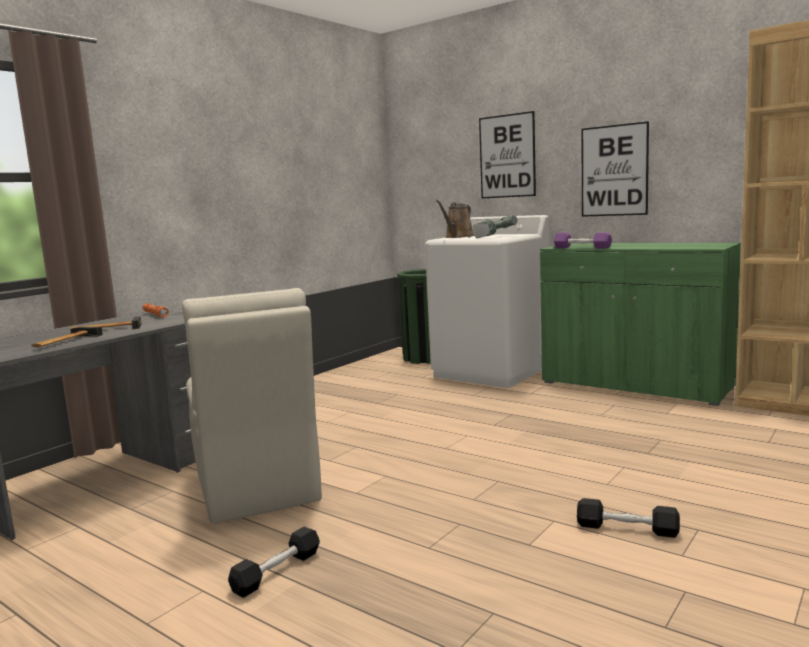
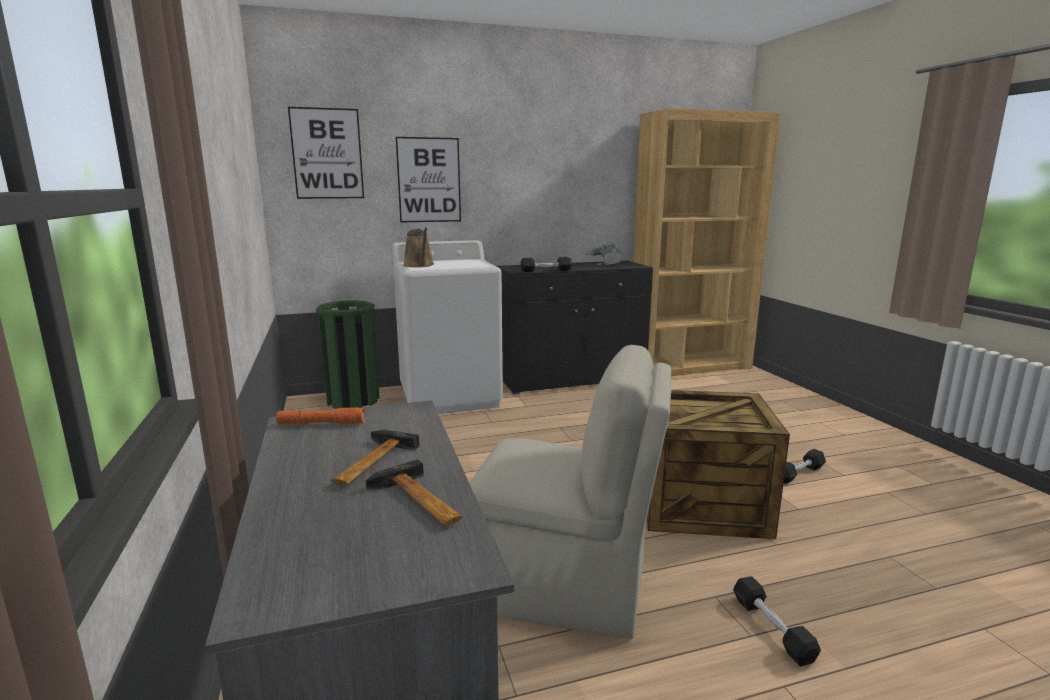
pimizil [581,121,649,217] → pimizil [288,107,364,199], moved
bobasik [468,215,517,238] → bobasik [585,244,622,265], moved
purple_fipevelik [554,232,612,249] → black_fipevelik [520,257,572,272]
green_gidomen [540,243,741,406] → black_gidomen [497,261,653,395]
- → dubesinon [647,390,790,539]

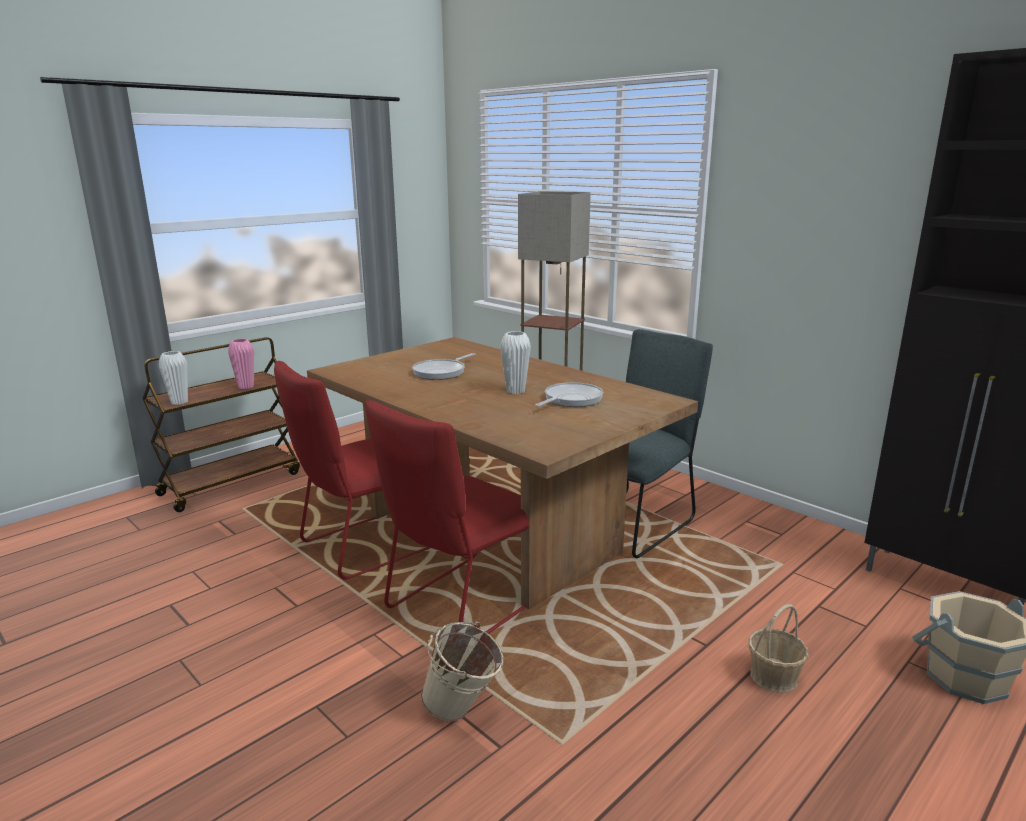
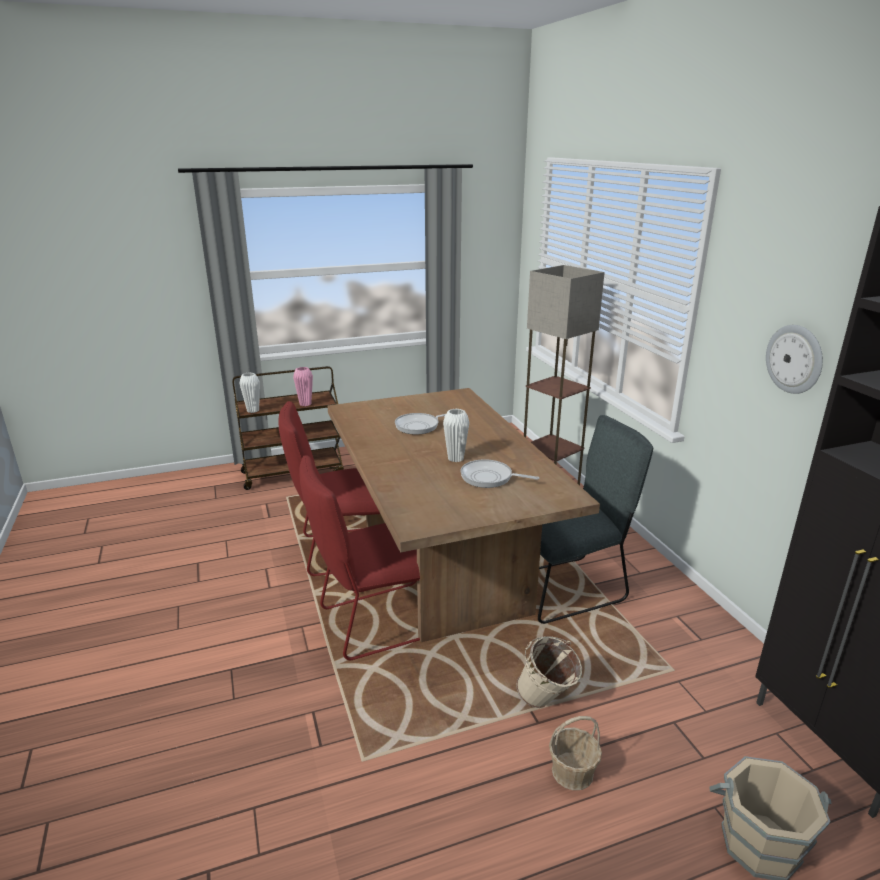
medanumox [535,382,603,407] → medanumox [460,459,539,488], 135 degrees counterclockwise
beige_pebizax [421,621,504,722] → beige_pebizax [516,636,582,708], moved
- → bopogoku [766,325,823,394]

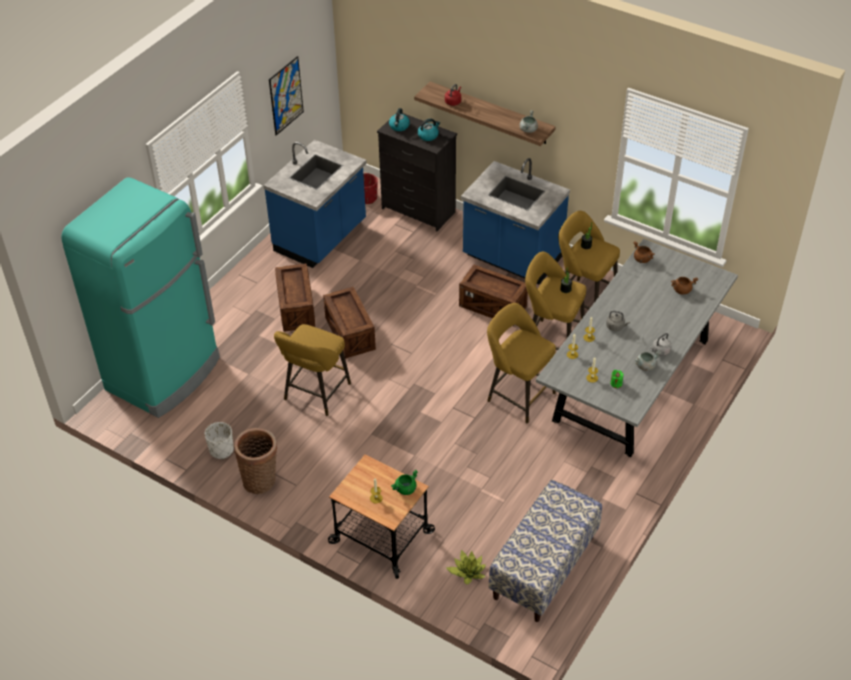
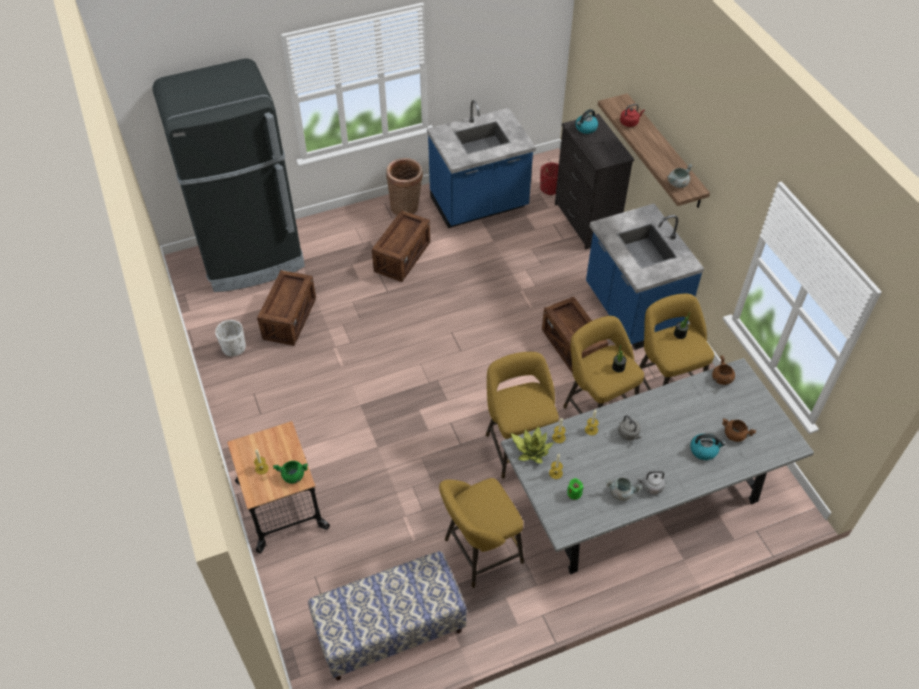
pimizil [269,56,304,136] → -
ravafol [418,119,440,141] → ravafol [690,434,726,460], moved
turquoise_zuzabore [61,178,220,418] → black_zuzabore [152,59,305,292]
dubesinon [323,287,376,359] → dubesinon [257,270,316,346], moved
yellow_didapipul [274,324,351,416] → yellow_didapipul [439,478,524,588], moved
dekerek [234,428,277,494] → dekerek [386,158,423,215], moved
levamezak [446,550,486,584] → levamezak [511,426,554,464], moved

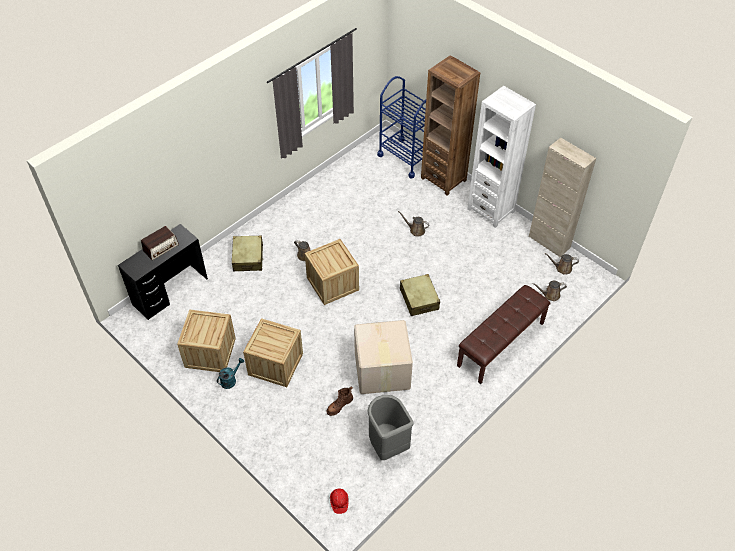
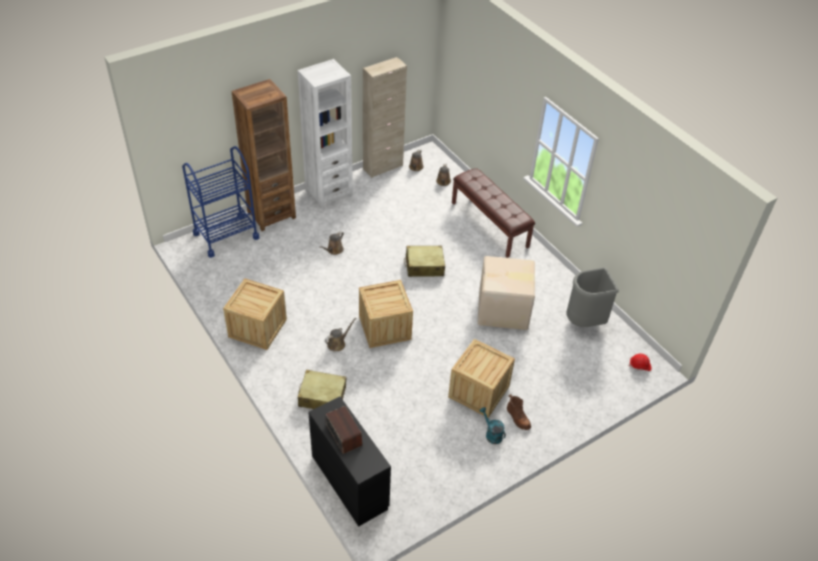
dubesinon [177,309,236,372] → dubesinon [223,278,287,350], moved
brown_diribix [326,387,353,416] → brown_diribix [507,394,531,430], moved

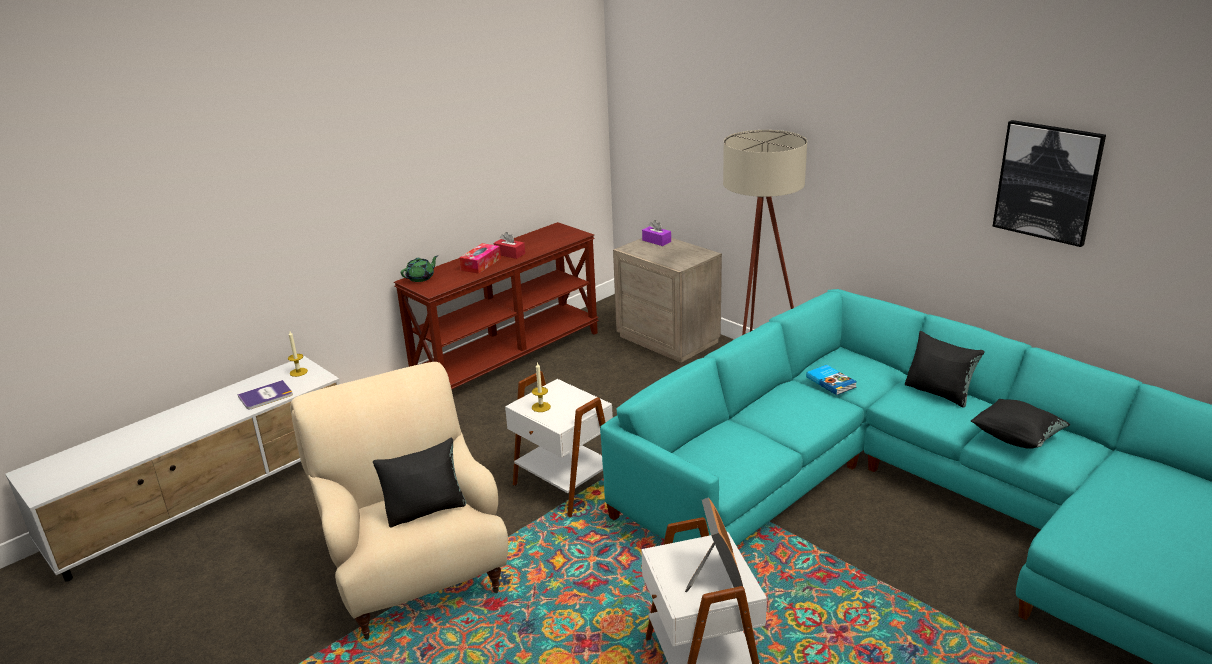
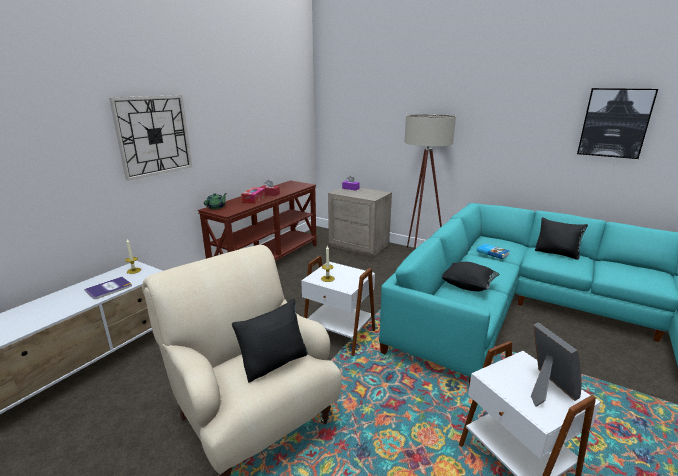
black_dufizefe [971,399,1070,449] → black_dufizefe [442,262,500,291], moved
- → bopogoku [109,95,192,181]

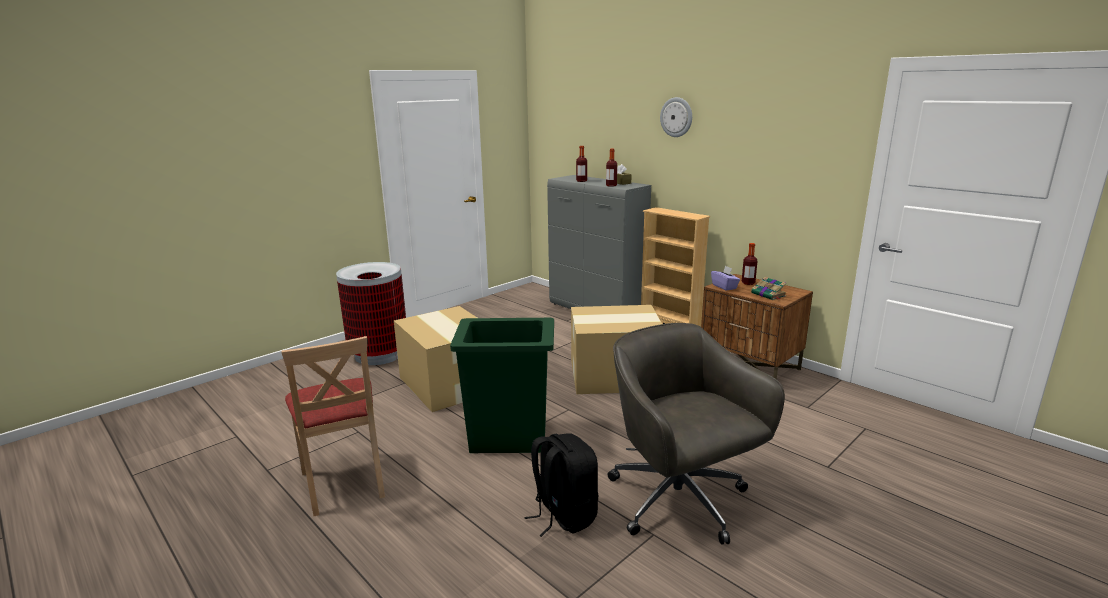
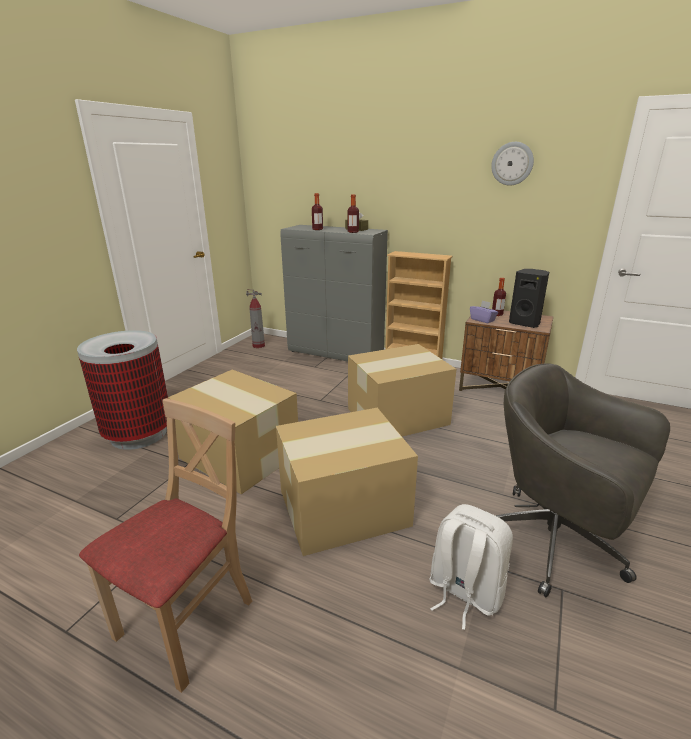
bopogoku [660,97,692,137] → bopogoku [491,142,534,186], moved
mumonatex [751,277,786,300] → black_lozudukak [509,269,549,328]
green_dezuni [450,318,554,453] → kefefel [276,408,418,556]
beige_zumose [281,336,385,517] → beige_zumose [79,398,252,693], 105 degrees counterclockwise
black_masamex [524,433,598,537] → white_masamex [429,504,513,630]
- → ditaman [246,289,265,348]

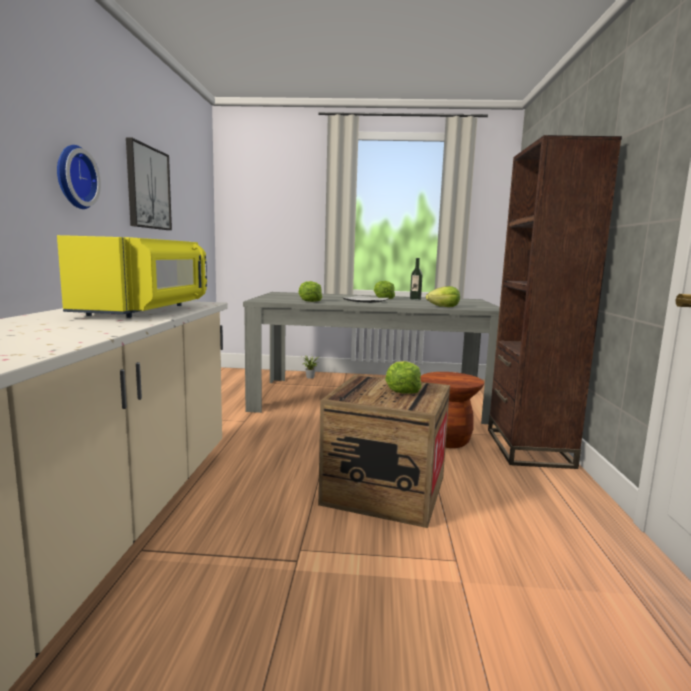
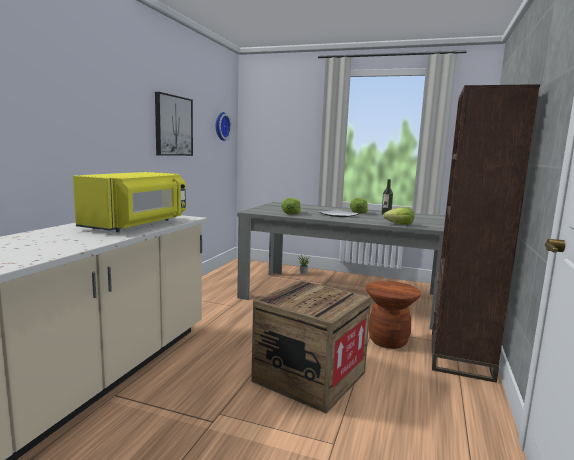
bopogoku [57,145,101,209] → bopogoku [216,112,232,141], moved
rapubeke [385,361,422,394] → -

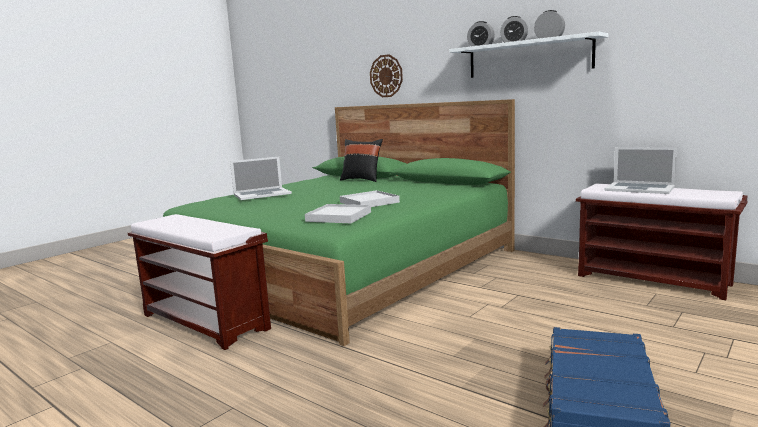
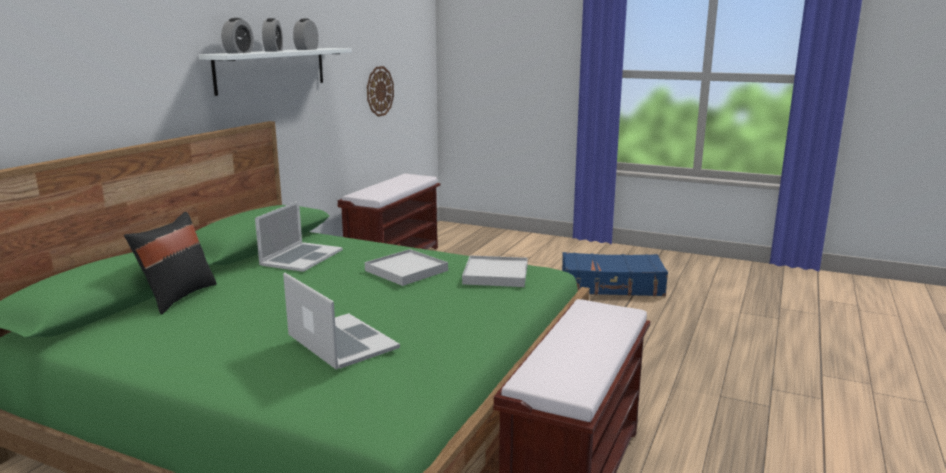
bopogoku [370,54,403,97] → bopogoku [367,66,394,117], moved
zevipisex [604,147,677,194] → zevipisex [255,201,343,272], moved

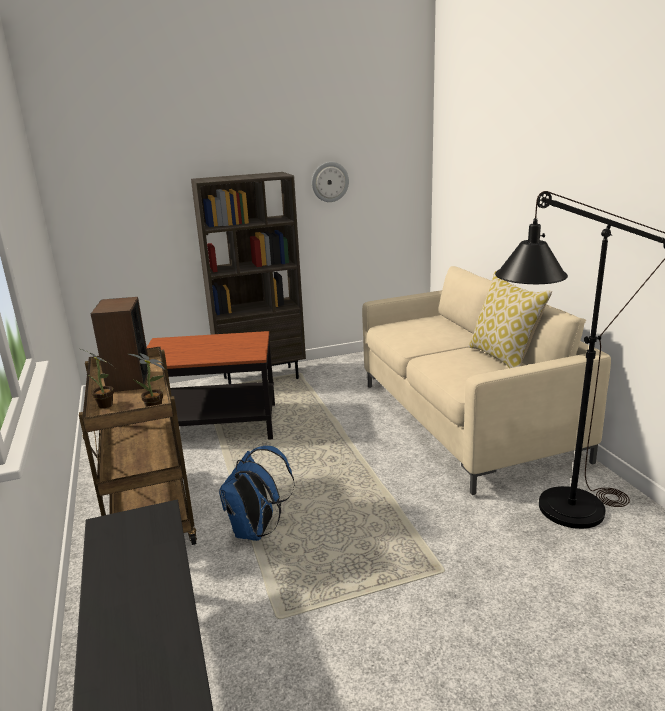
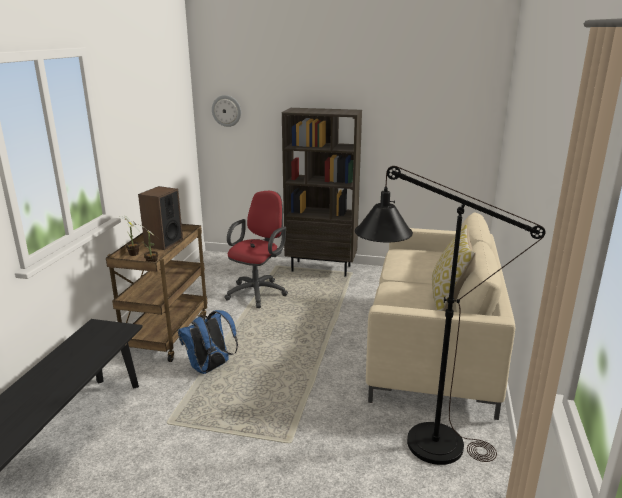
bopogoku [312,162,349,202] → bopogoku [212,95,241,127], moved
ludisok [147,331,275,440] → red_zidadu [224,191,288,308]

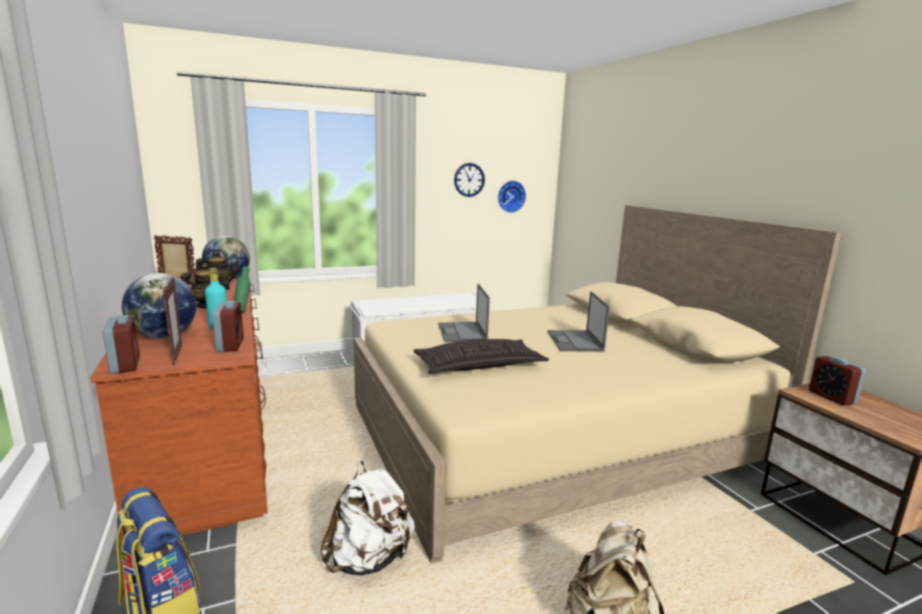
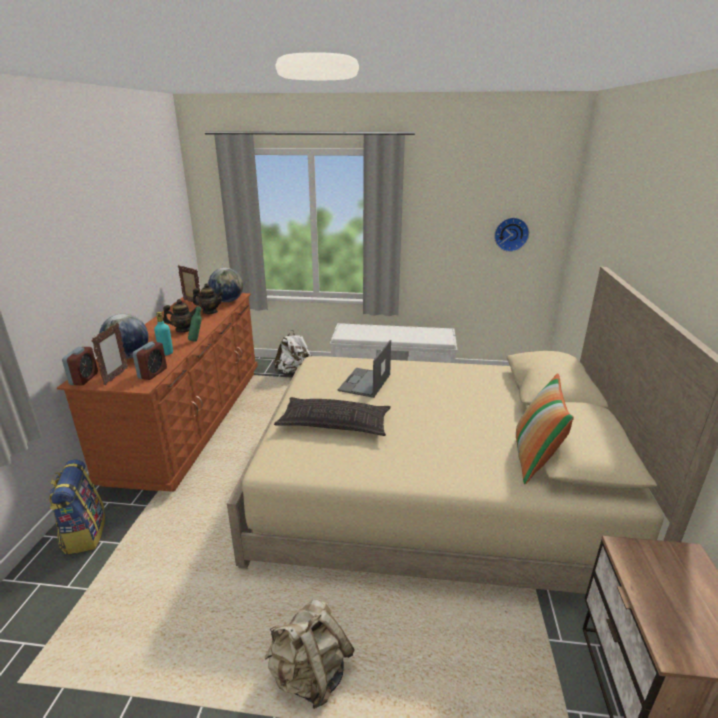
bopogoku [454,163,485,197] → -
zevipisex [547,291,610,352] → -
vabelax [809,356,866,406] → -
white_masamex [320,461,415,575] → white_masamex [274,330,312,376], moved
- → dufizefe [516,373,574,484]

